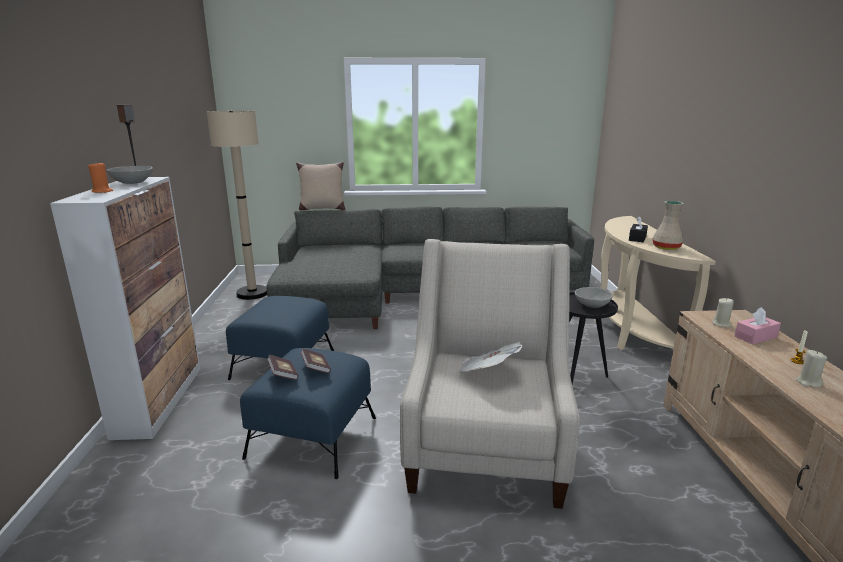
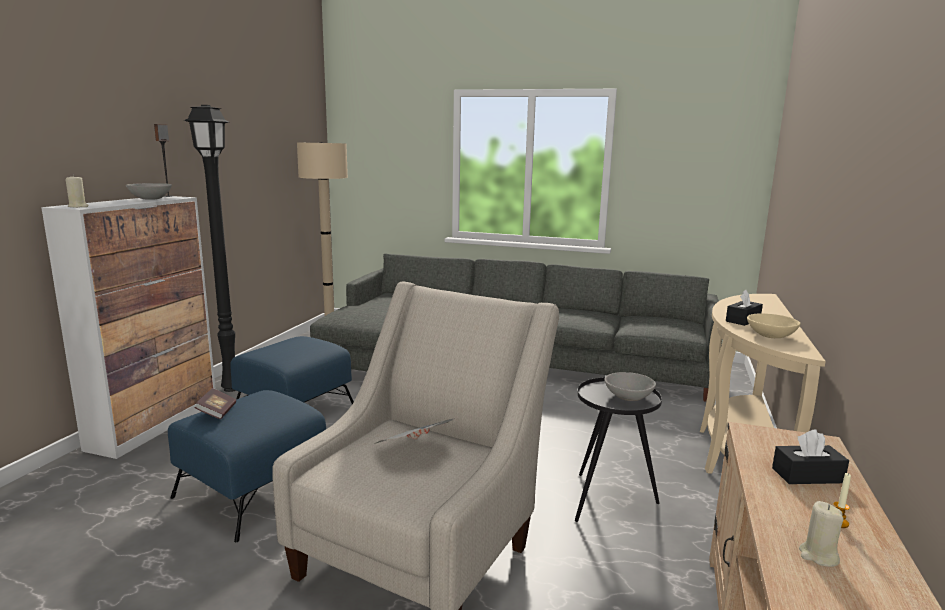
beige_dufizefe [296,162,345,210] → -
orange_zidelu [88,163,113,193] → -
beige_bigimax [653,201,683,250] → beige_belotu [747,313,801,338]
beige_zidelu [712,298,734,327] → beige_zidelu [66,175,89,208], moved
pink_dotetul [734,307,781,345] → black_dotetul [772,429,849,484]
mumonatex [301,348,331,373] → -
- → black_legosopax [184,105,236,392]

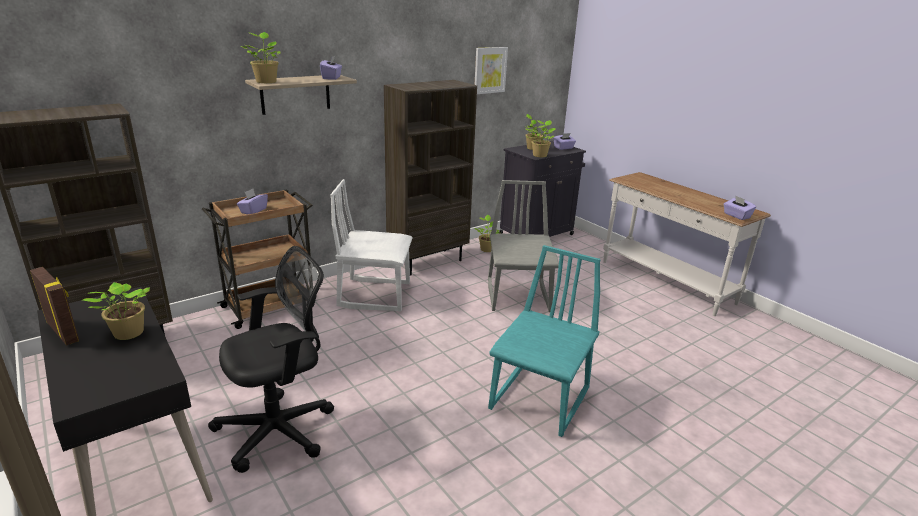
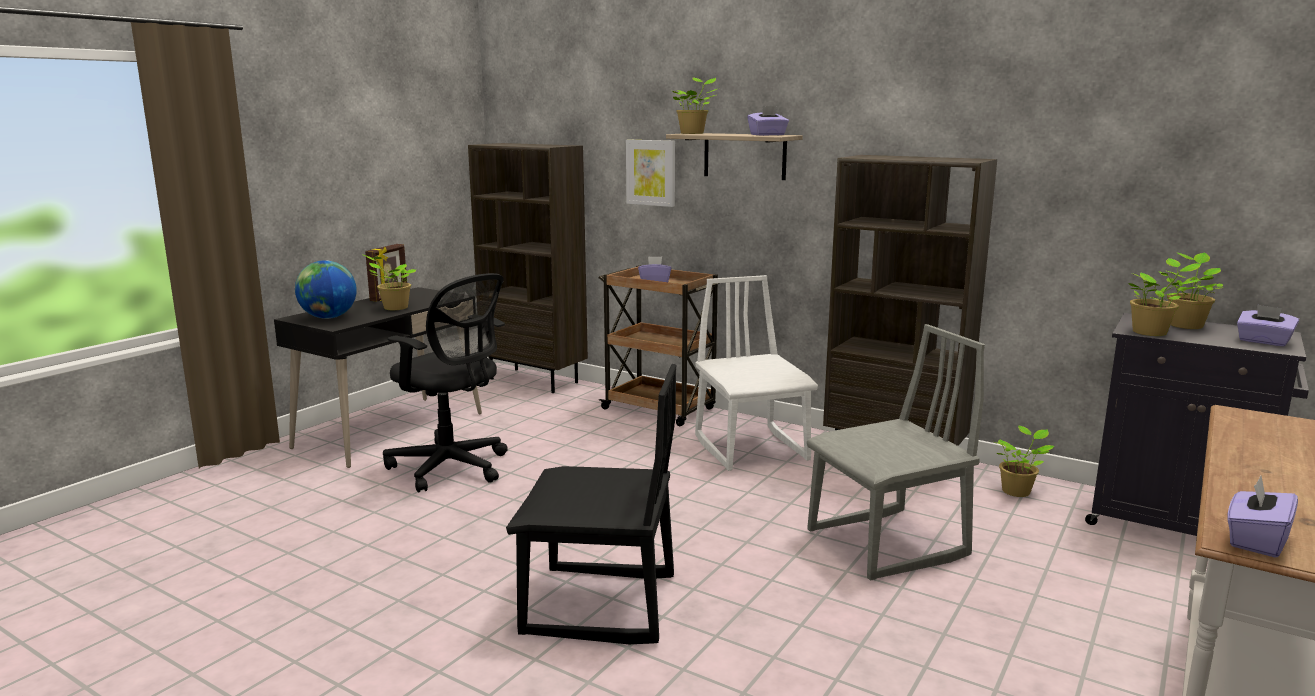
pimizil [475,47,508,94] → pimizil [626,140,675,207], moved
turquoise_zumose [488,245,601,437] → black_zumose [506,364,676,644]
- → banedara [295,260,357,319]

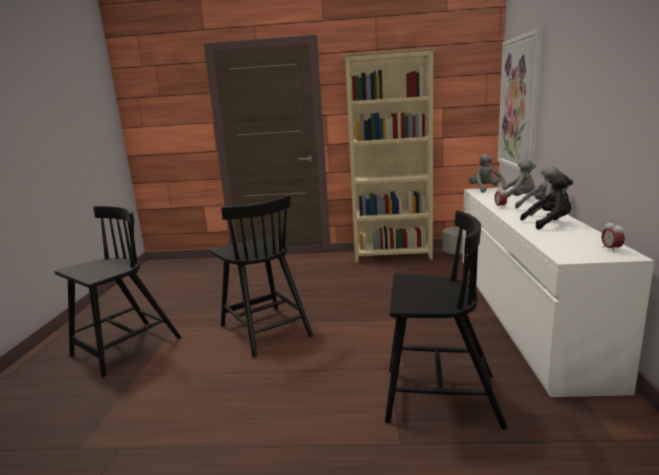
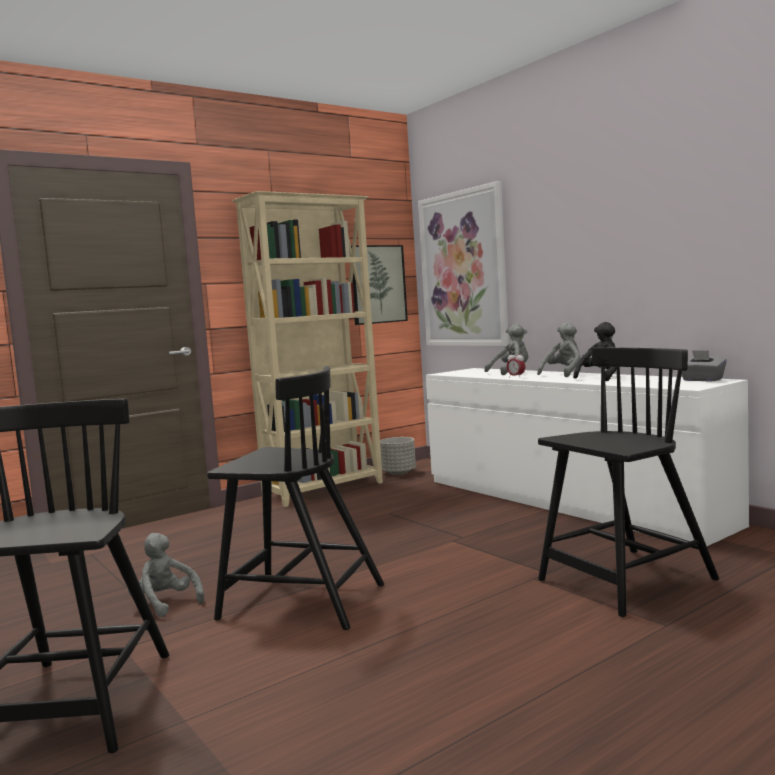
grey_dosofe [469,154,506,193] → grey_dosofe [128,533,204,617], moved
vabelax [601,220,625,252] → grey_dotetul [682,350,727,382]
- → pimizil [351,245,408,325]

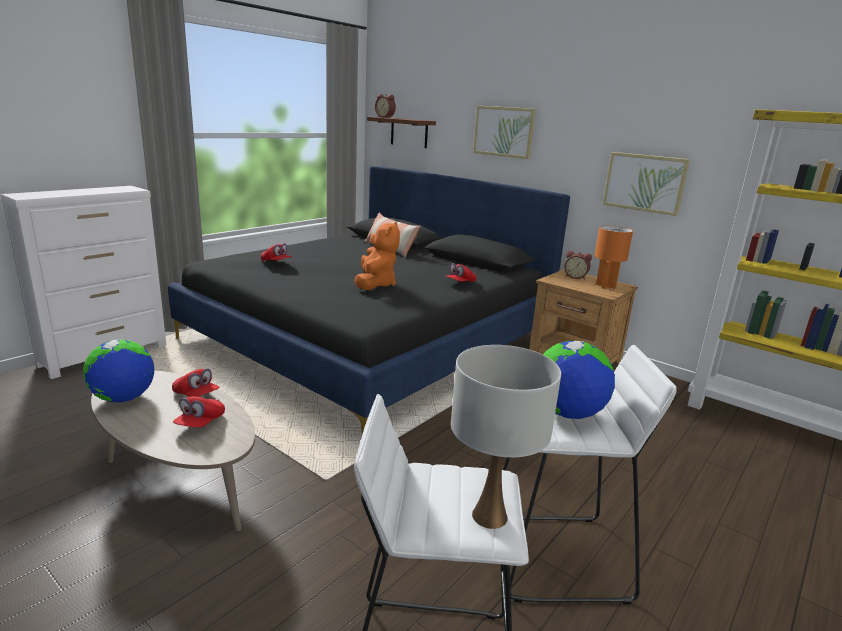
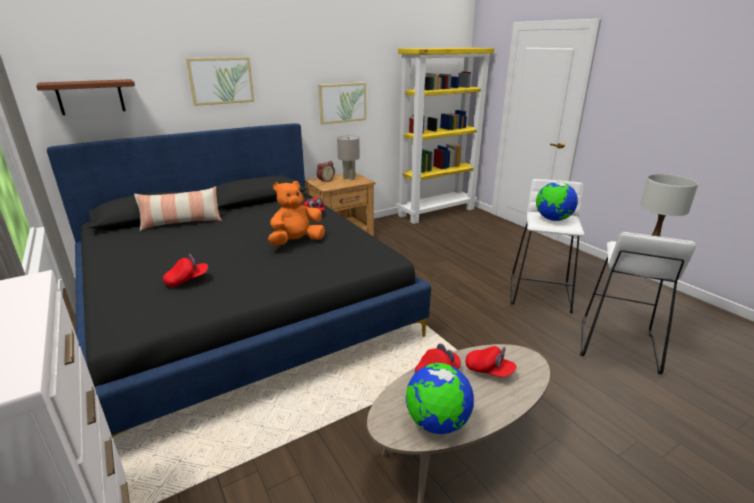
vabelax [375,94,396,118] → -
orange_dosofe [354,221,400,290] → orange_dosofe [268,181,325,245], 60 degrees counterclockwise
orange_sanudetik [595,226,633,289] → grey_sanudetik [337,136,360,180]

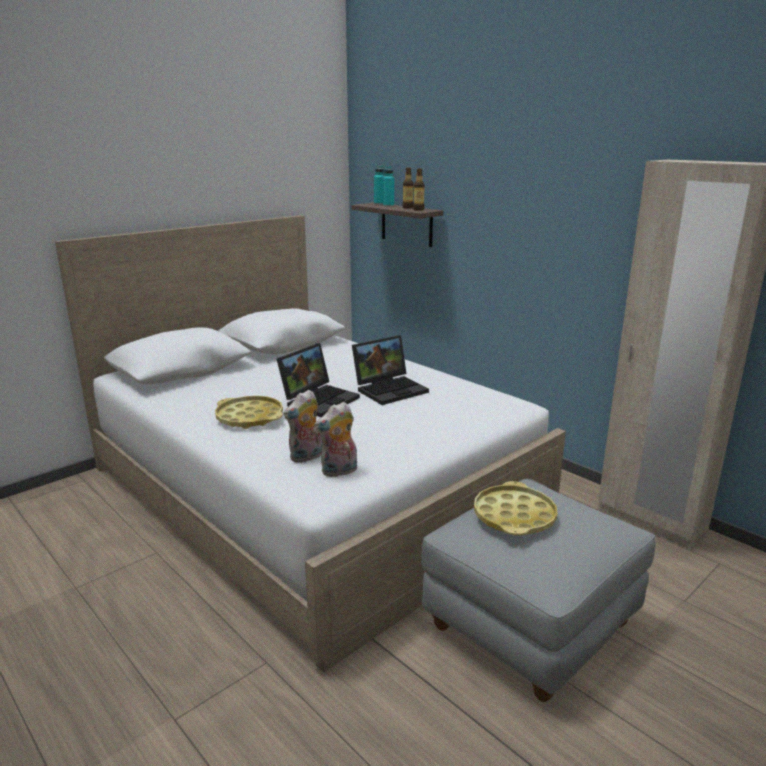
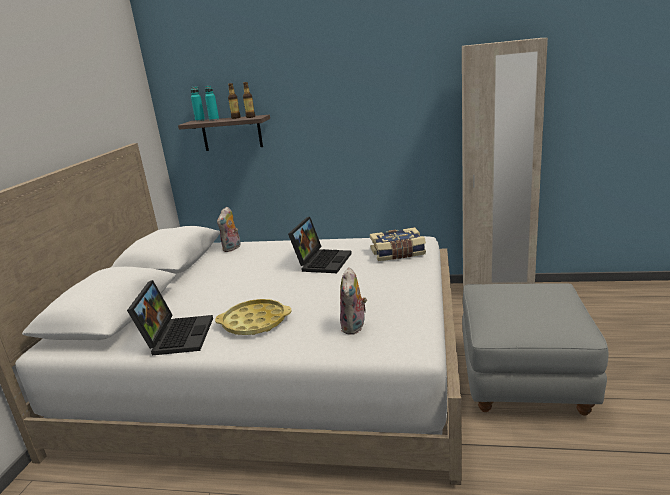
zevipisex [277,343,360,417] → zevipisex [127,280,213,355], moved
dosofe [314,402,357,478] → dosofe [217,207,241,252], moved
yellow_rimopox [474,481,557,535] → -
- → mumonatex [370,227,426,261]

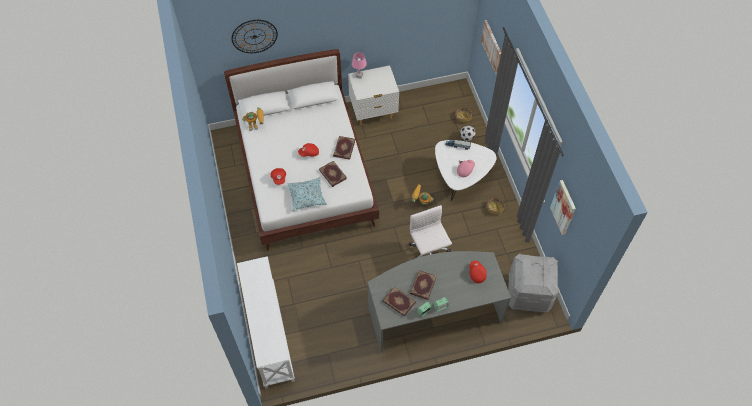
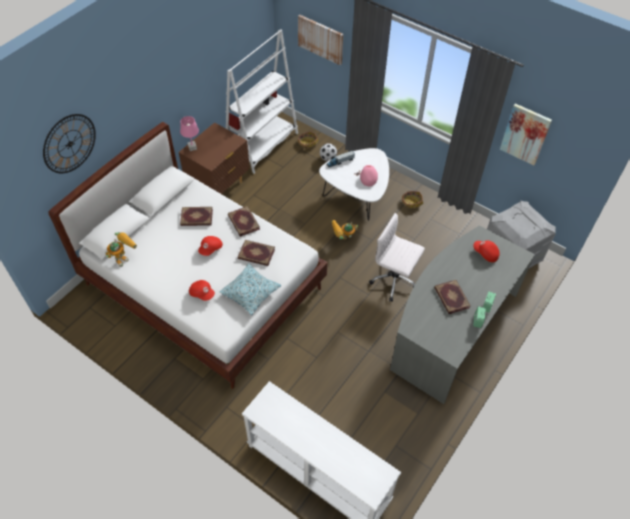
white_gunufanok [348,65,399,125] → brown_gunufanok [179,122,250,194]
mumonatex [383,287,416,317] → mumonatex [180,207,213,226], moved
- → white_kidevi [226,29,298,174]

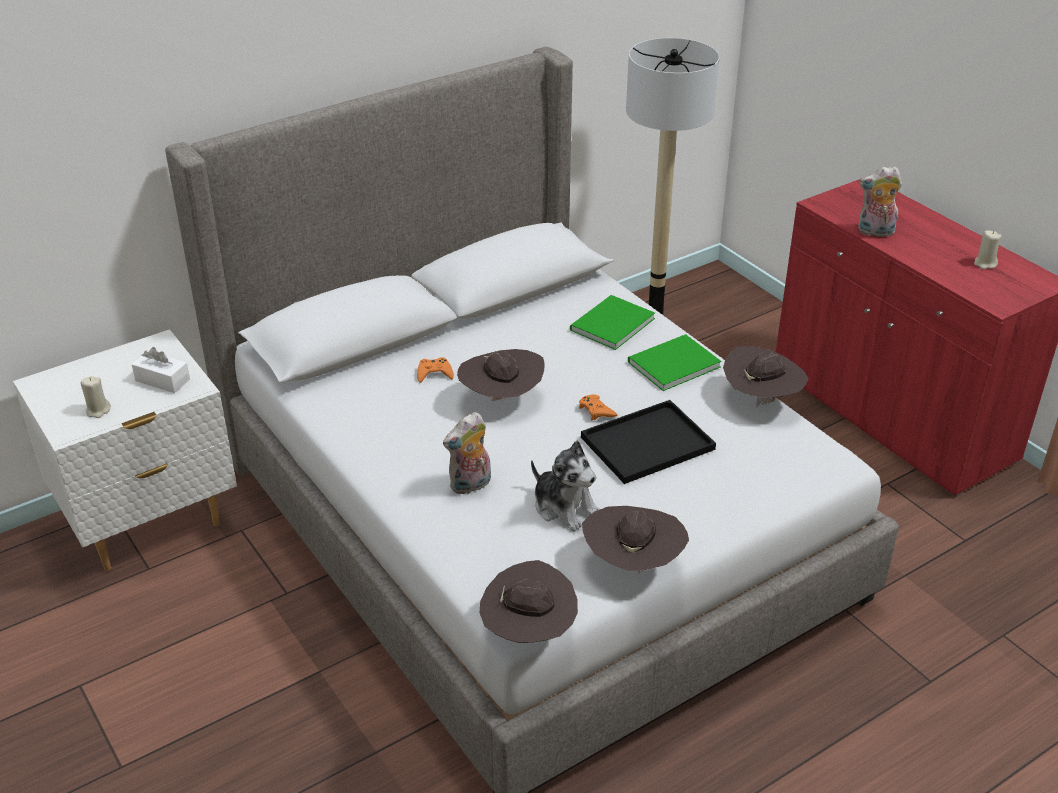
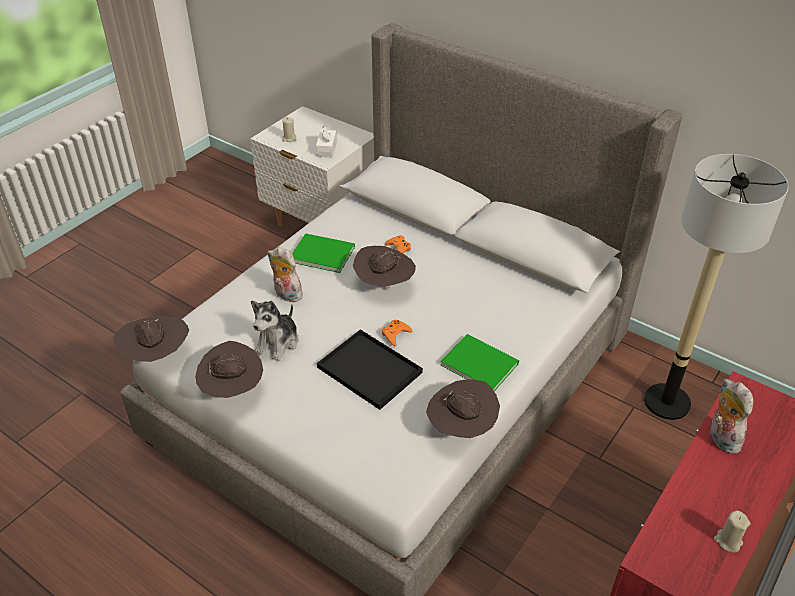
green_mumonatex [570,295,655,350] → green_mumonatex [292,233,355,273], moved

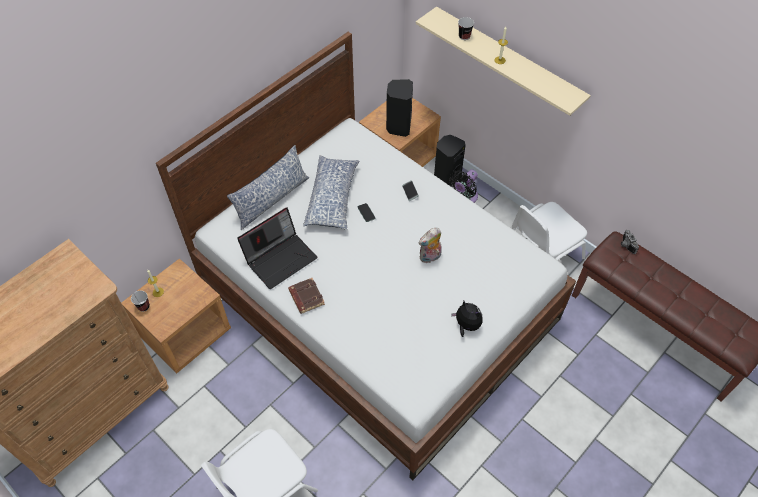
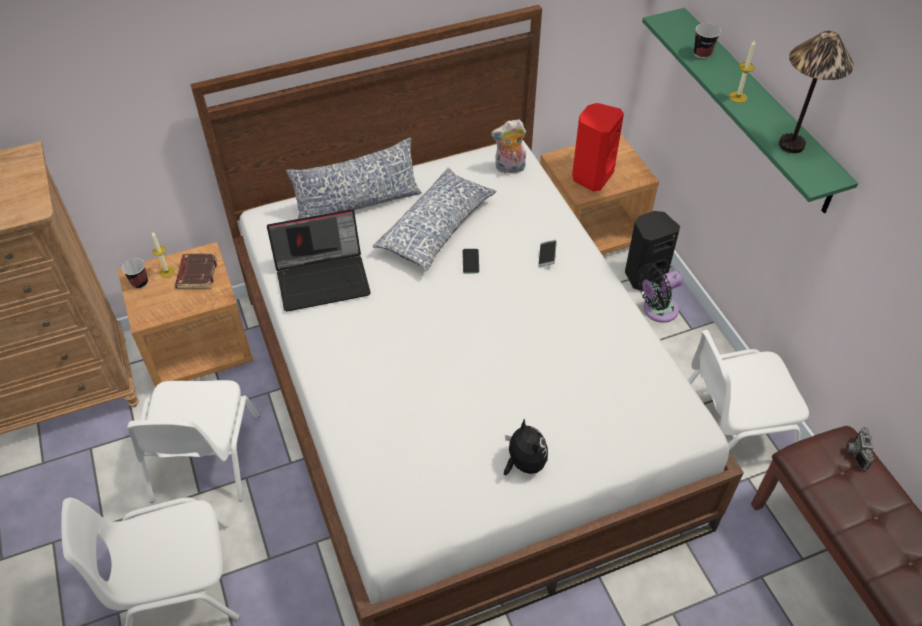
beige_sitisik [416,7,591,116] → green_sitisik [642,8,858,213]
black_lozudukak [386,79,413,137] → red_lozudukak [572,103,624,191]
dosofe [419,227,442,263] → dosofe [491,119,526,173], moved
brown_mumonatex [288,278,325,314] → brown_mumonatex [175,254,217,289], moved
- → sanudetik [779,31,854,153]
- → white_zumose [127,380,259,503]

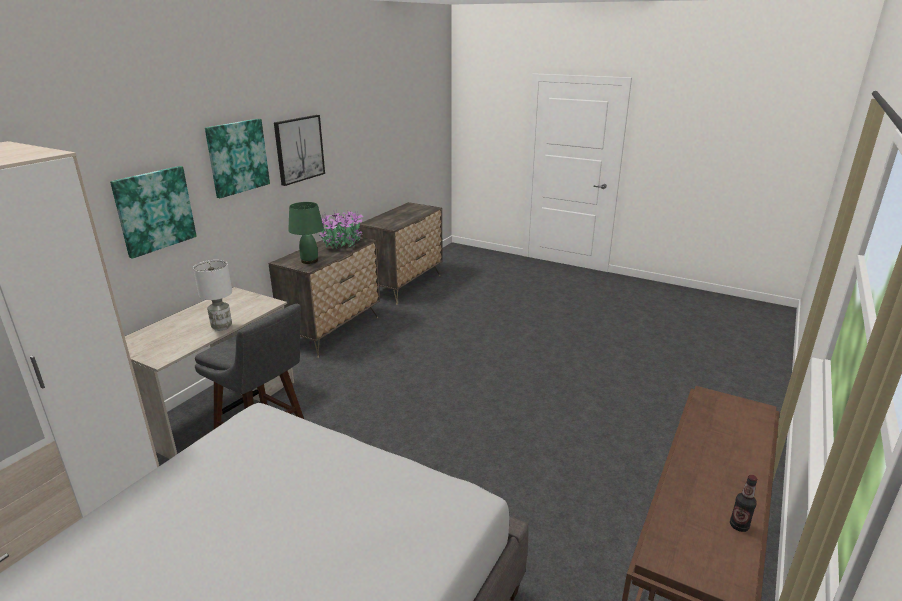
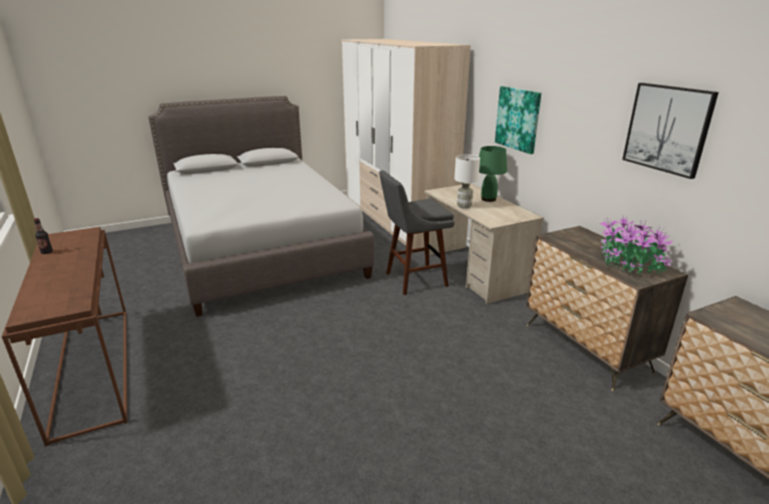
pimizil [205,119,270,198] → -
green_sanudetik [288,202,324,264] → green_sanudetik [479,146,507,202], moved

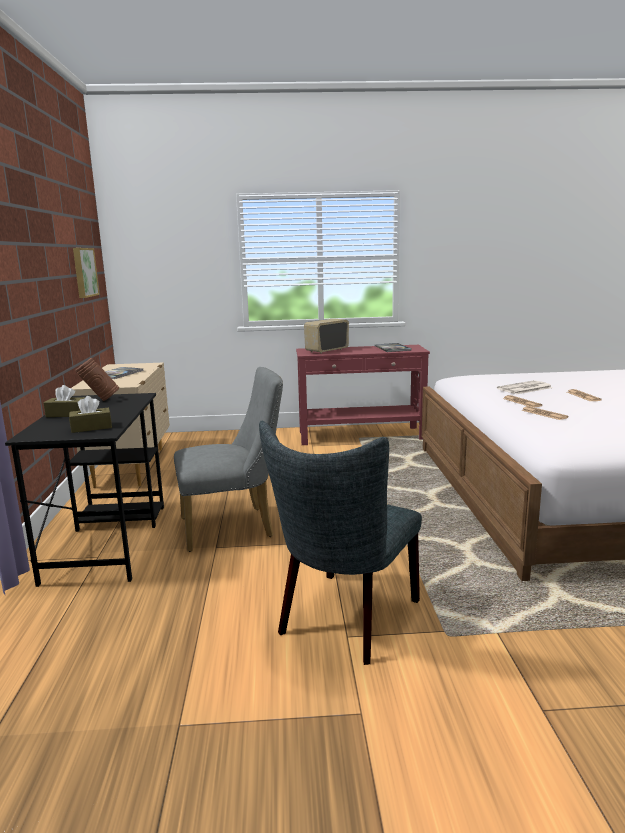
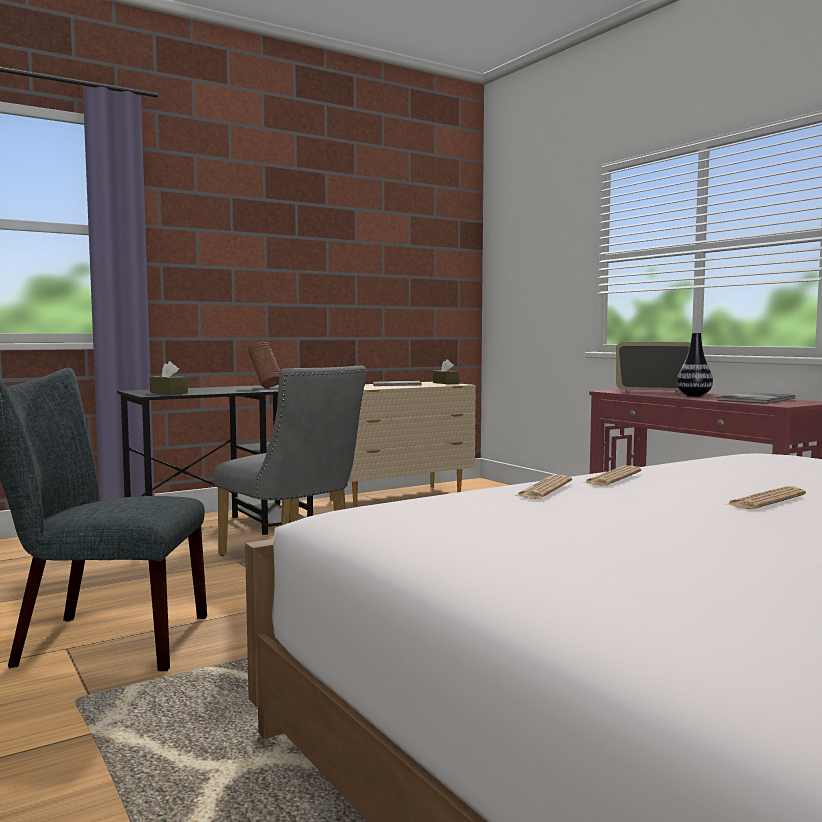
pimizil [73,248,100,298] → -
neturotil [497,380,552,394] → -
brown_dotetul [44,385,85,417] → brown_dotetul [433,359,459,384], moved
- → bigimax [677,333,713,397]

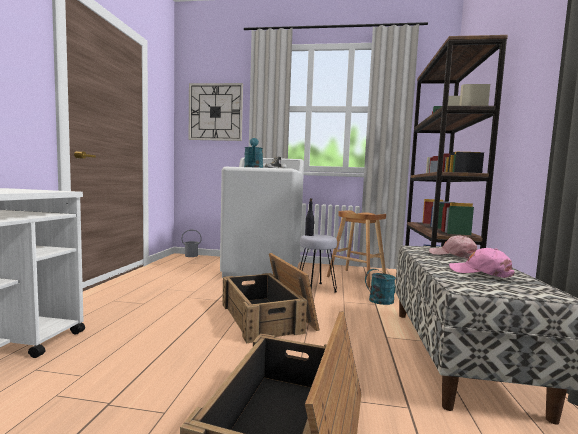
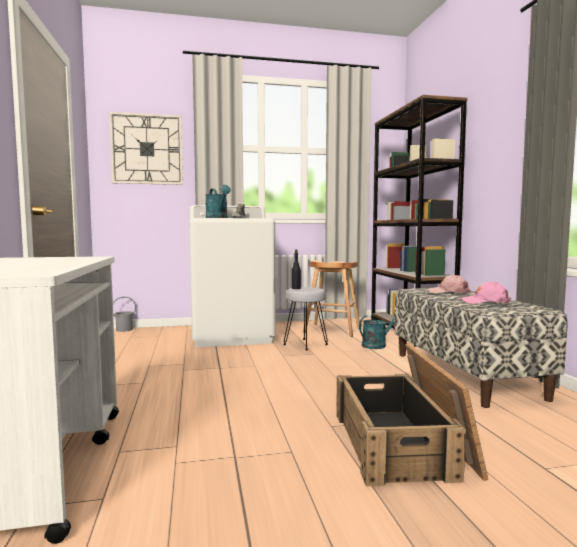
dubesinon [222,253,319,343] → -

